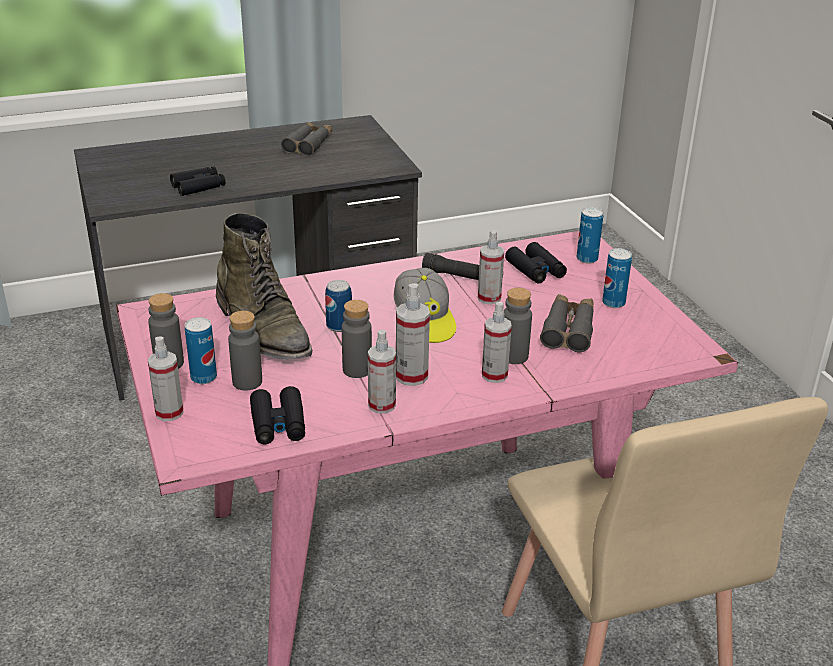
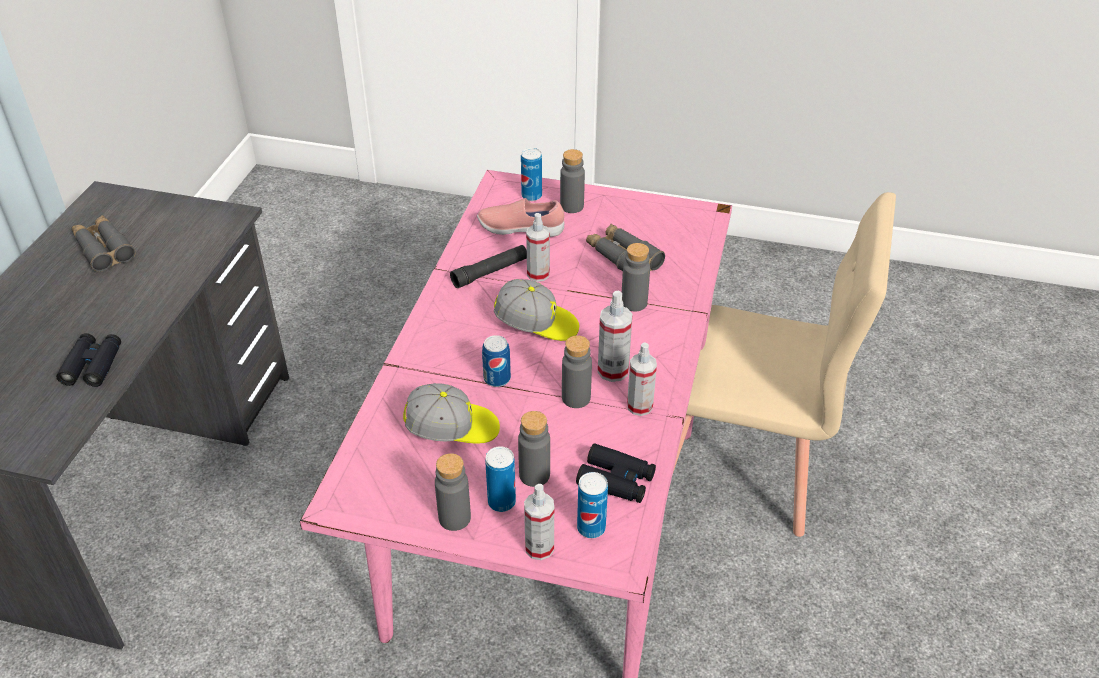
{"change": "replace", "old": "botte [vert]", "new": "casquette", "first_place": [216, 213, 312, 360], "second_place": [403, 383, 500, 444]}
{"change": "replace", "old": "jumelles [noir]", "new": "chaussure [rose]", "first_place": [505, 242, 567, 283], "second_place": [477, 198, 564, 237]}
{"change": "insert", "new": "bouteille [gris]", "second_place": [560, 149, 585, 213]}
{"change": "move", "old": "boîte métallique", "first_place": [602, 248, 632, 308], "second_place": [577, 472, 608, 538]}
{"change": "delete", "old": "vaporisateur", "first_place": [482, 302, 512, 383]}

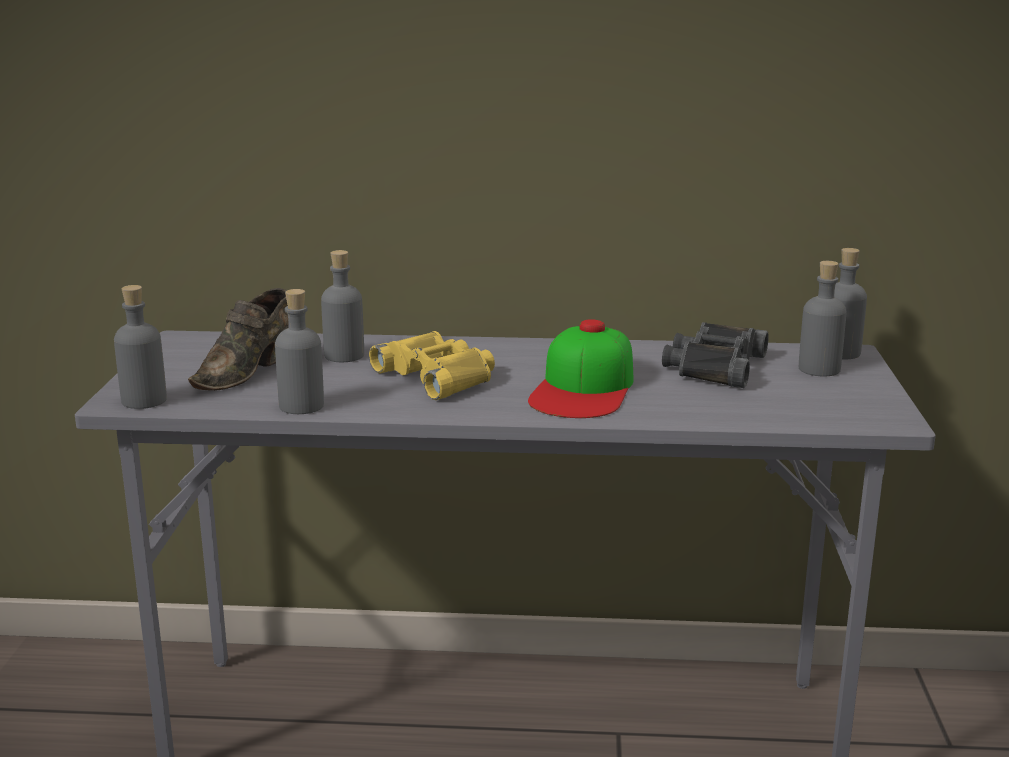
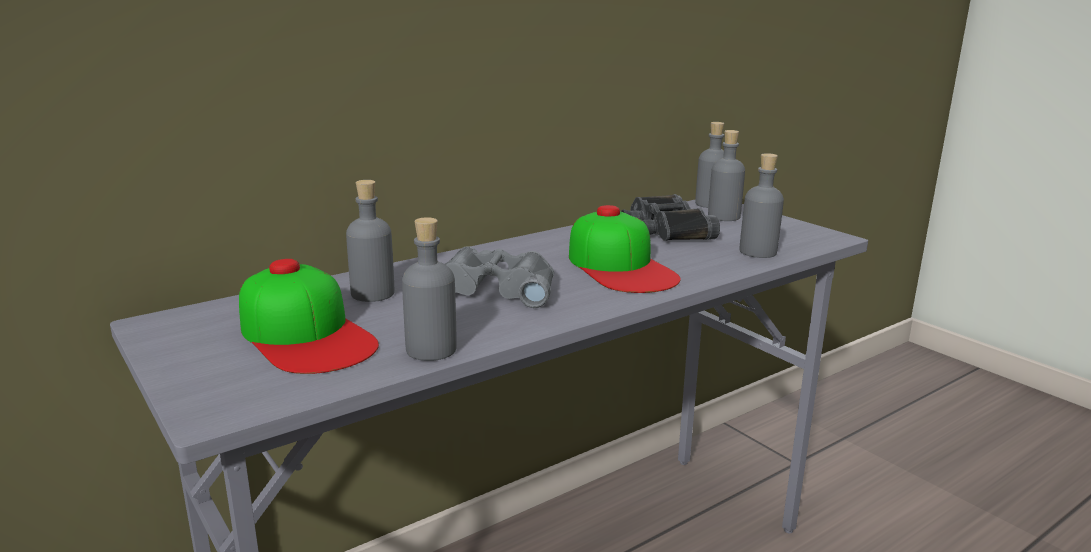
{"change": "replace", "old": "chaussure [marron]", "new": "casquette", "first_place": [188, 288, 289, 391], "second_place": [239, 259, 379, 374]}
{"change": "recolor", "old": "jumelles [jaune]", "new": "jumelles [gris]", "first_place": [369, 331, 495, 400], "second_place": [445, 246, 554, 308]}
{"change": "move", "old": "bouteille [gris]", "first_place": [114, 285, 167, 409], "second_place": [739, 153, 784, 258]}

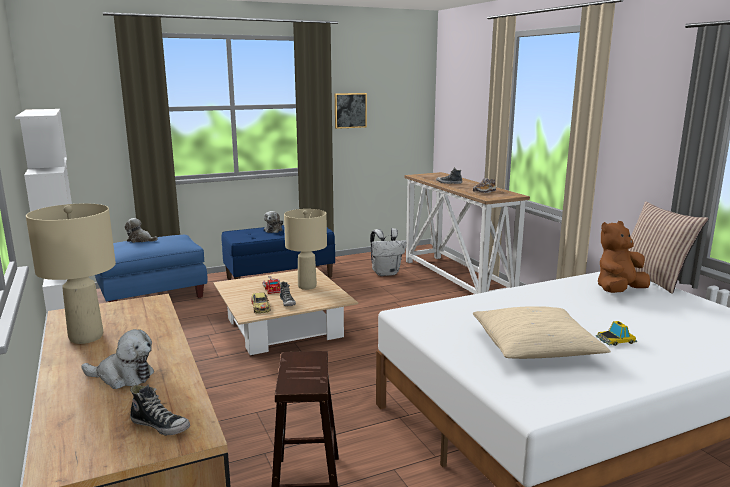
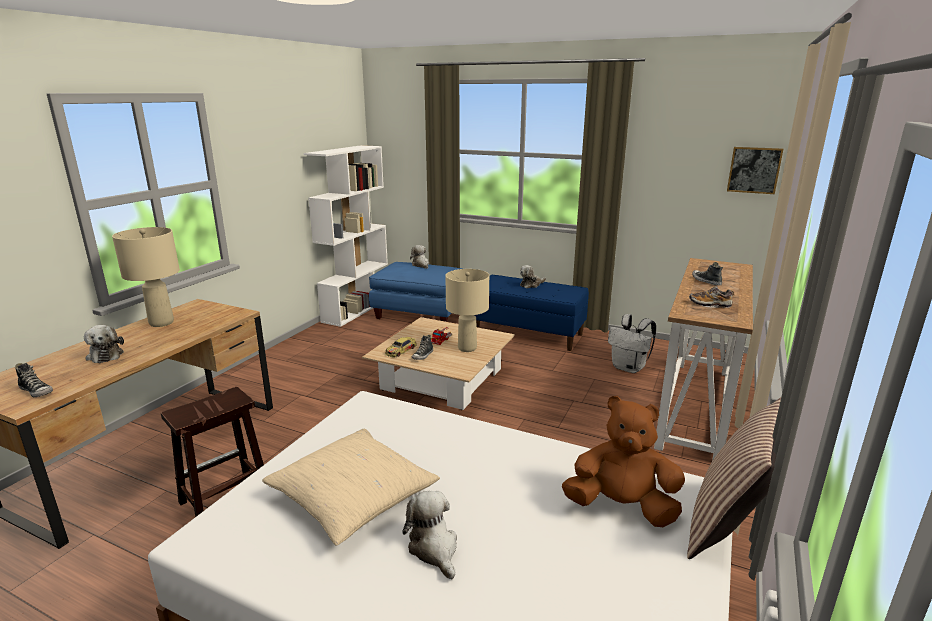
{"change": "rotate", "old": "chaussure", "first_place": [130, 385, 190, 436], "second_place": [15, 363, 53, 397], "degrees": -45}
{"change": "replace", "old": "petite voiture", "new": "peluche", "first_place": [596, 321, 637, 346], "second_place": [403, 491, 457, 579]}
{"change": "move", "old": "tableau", "first_place": [335, 93, 367, 129], "second_place": [727, 147, 783, 194]}

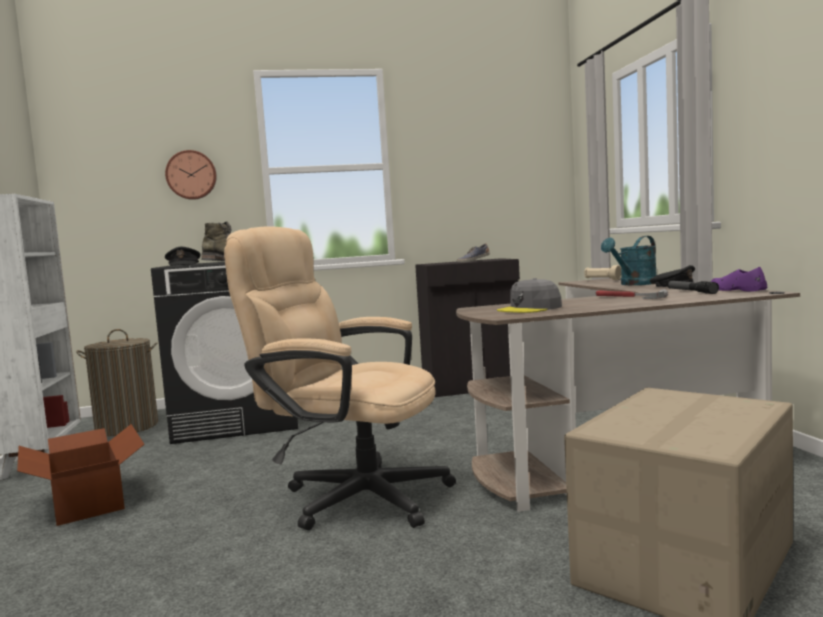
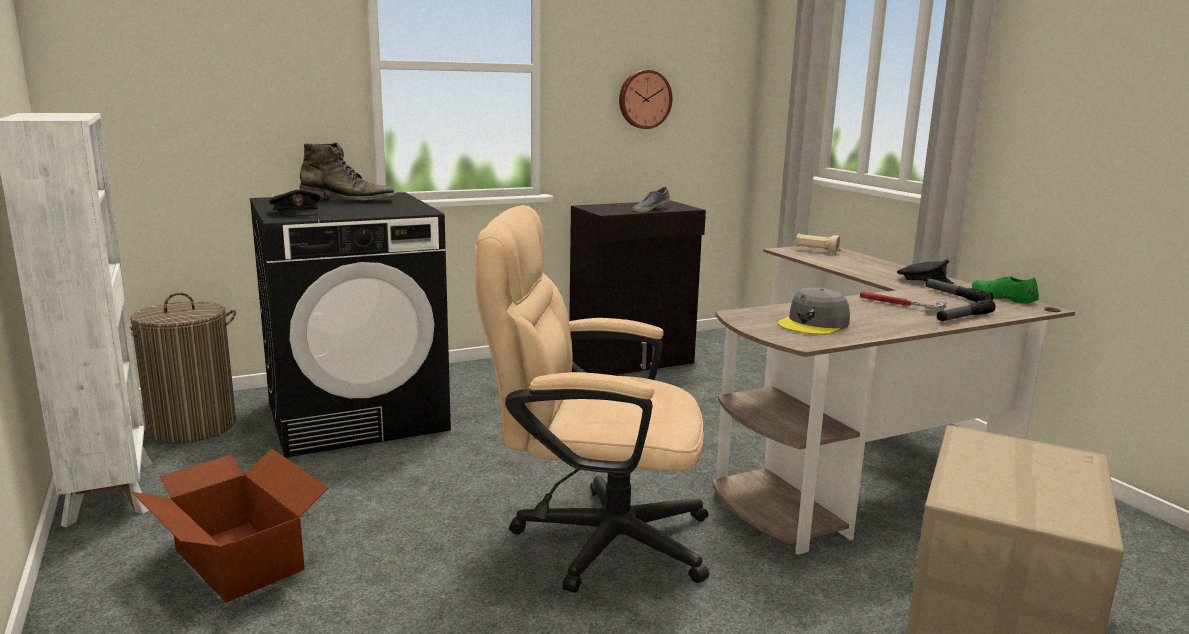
{"change": "move", "old": "horloge murale", "first_place": [165, 150, 217, 200], "second_place": [619, 70, 672, 129]}
{"change": "insert", "new": "lampe de poche", "second_place": [937, 299, 996, 321]}
{"change": "recolor", "old": "chaussure [violet]", "new": "chaussure [vert]", "first_place": [711, 267, 767, 291], "second_place": [972, 276, 1039, 304]}
{"change": "delete", "old": "arrosoir [turquoise]", "first_place": [601, 236, 657, 285]}

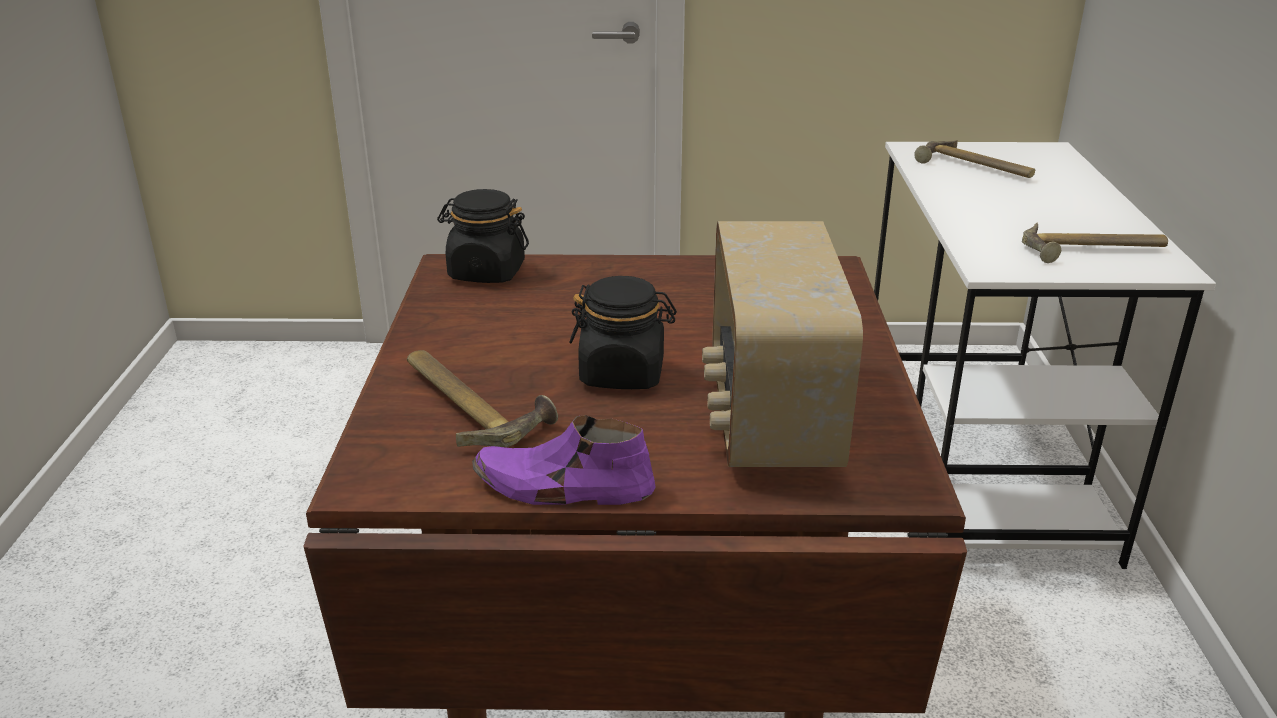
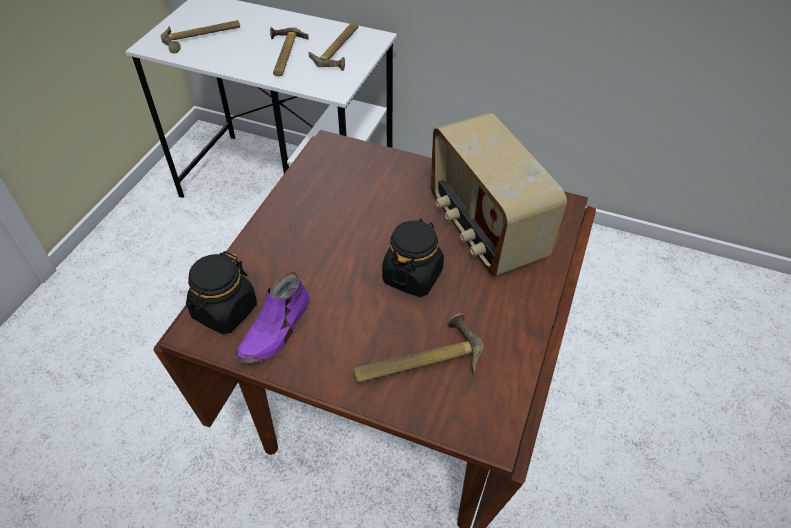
{"change": "move", "old": "chaussure [violet]", "first_place": [472, 415, 656, 505], "second_place": [236, 271, 310, 364]}
{"change": "insert", "new": "marteau", "second_place": [270, 27, 309, 76]}
{"change": "rotate", "old": "radio", "first_place": [702, 221, 863, 467], "second_place": [431, 113, 567, 277], "degrees": 45}

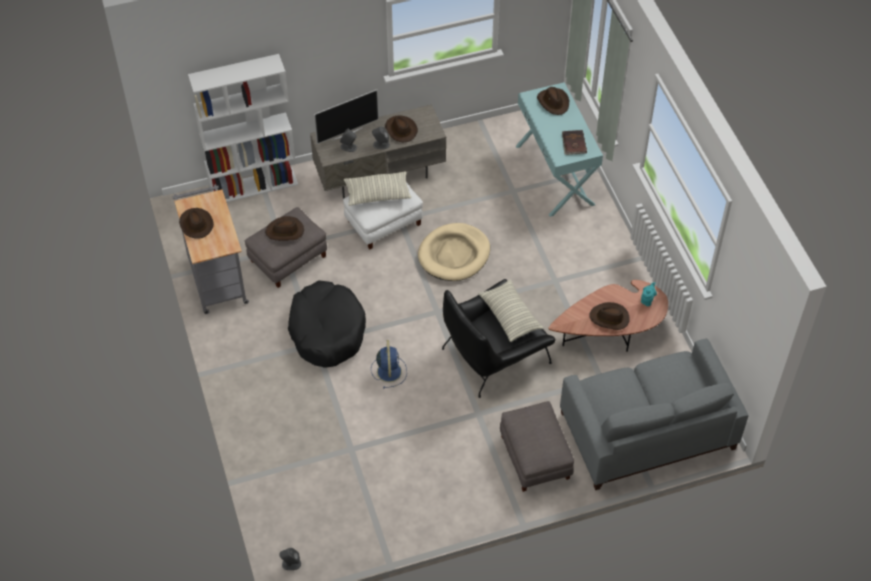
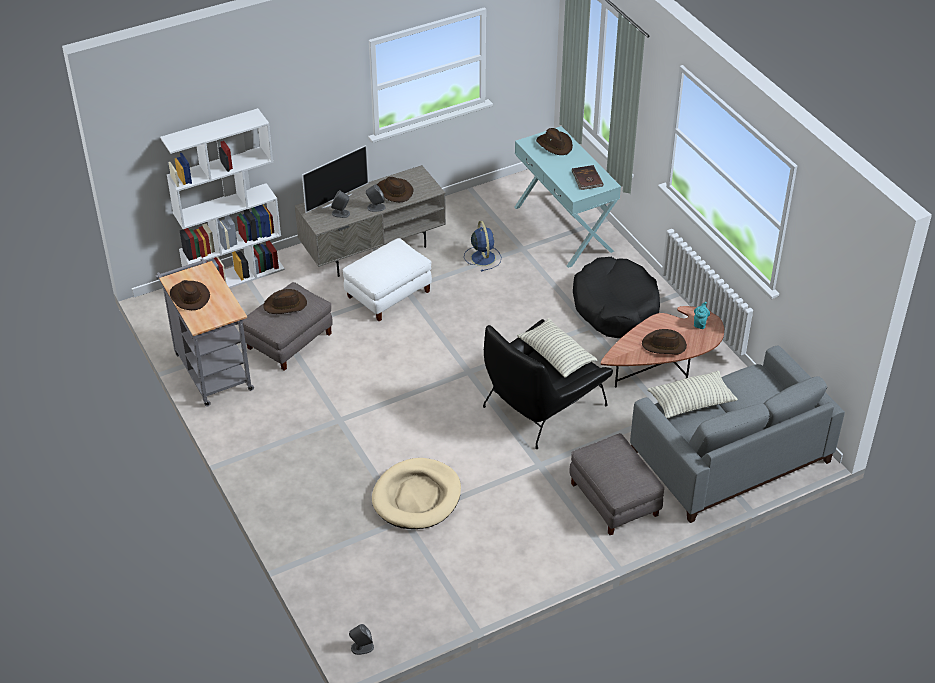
{"change": "move", "old": "panier pour chien [beige]", "first_place": [418, 223, 490, 281], "second_place": [372, 458, 461, 529]}
{"change": "move", "old": "ventilateur [bleu]", "first_place": [371, 340, 407, 388], "second_place": [464, 221, 501, 271]}
{"change": "move", "old": "panier pour chien [noir]", "first_place": [288, 280, 366, 368], "second_place": [573, 257, 660, 338]}
{"change": "move", "old": "coussin", "first_place": [343, 171, 411, 206], "second_place": [647, 371, 738, 419]}

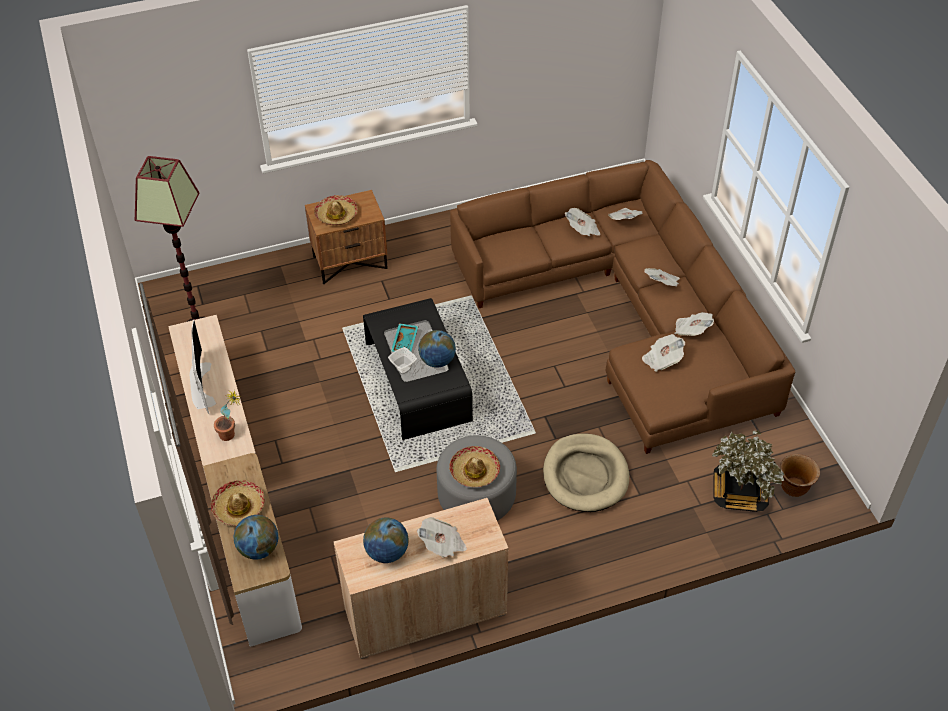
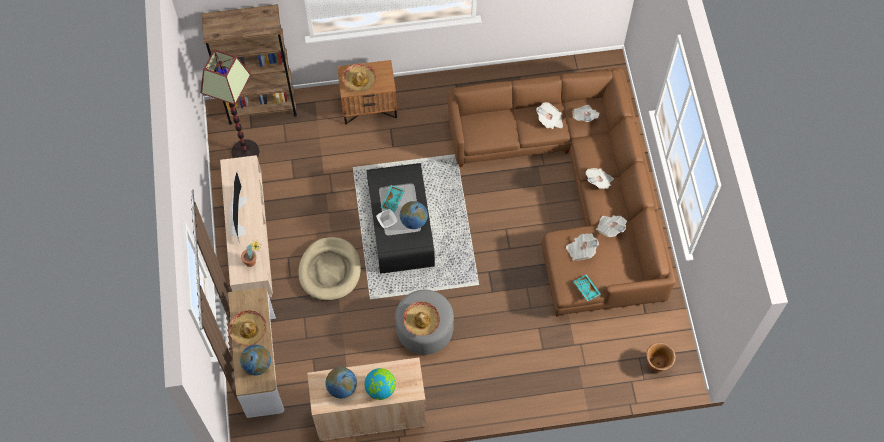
{"change": "insert", "new": "bibliothèque [marron]", "second_place": [201, 4, 297, 125]}
{"change": "move", "old": "panier pour chien [beige]", "first_place": [543, 434, 629, 512], "second_place": [298, 237, 361, 301]}
{"change": "replace", "old": "journal", "new": "globe", "first_place": [417, 517, 467, 558], "second_place": [364, 368, 396, 400]}
{"change": "insert", "new": "plateau [turquoise]", "second_place": [573, 274, 601, 301]}
{"change": "delete", "old": "plante en pot", "first_place": [712, 431, 784, 512]}

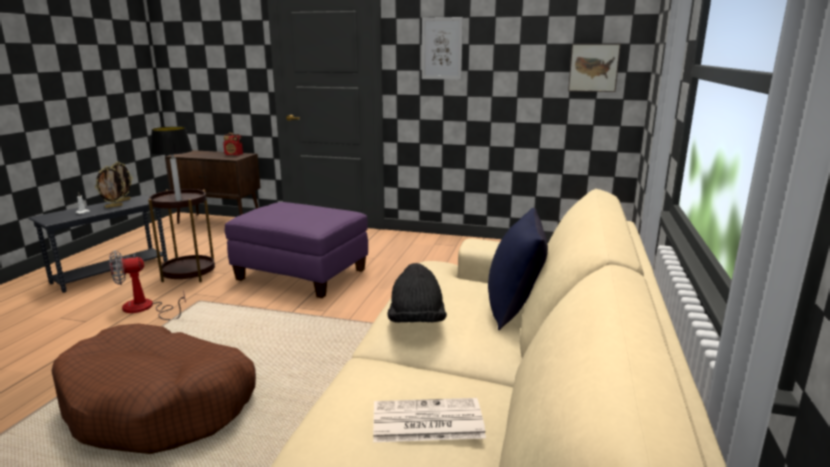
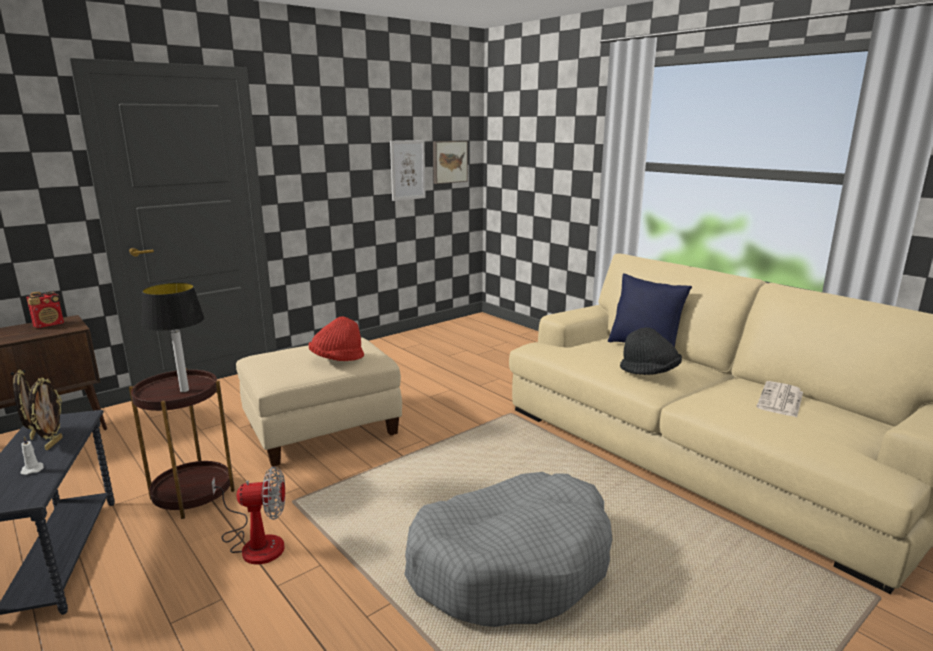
{"change": "rotate", "old": "ventilateur", "first_place": [109, 250, 186, 320], "second_place": [211, 466, 285, 565], "degrees": -105}
{"change": "recolor", "old": "pouf [violet]", "new": "pouf [beige]", "first_place": [225, 202, 368, 298], "second_place": [236, 337, 402, 466]}
{"change": "insert", "new": "chapeau [rouge]", "second_place": [309, 316, 364, 361]}
{"change": "move", "old": "tableau", "first_place": [422, 17, 463, 80], "second_place": [390, 140, 426, 201]}
{"change": "recolor", "old": "panier pour chien [marron]", "new": "panier pour chien [gris]", "first_place": [52, 324, 256, 454], "second_place": [404, 472, 612, 627]}

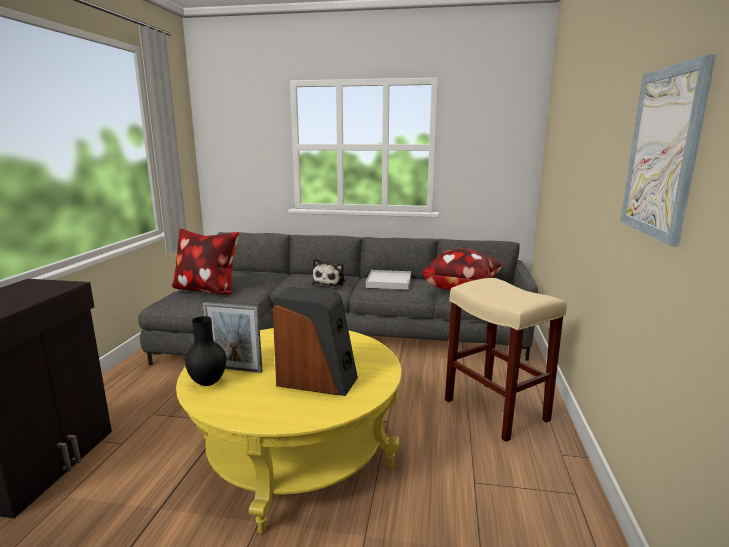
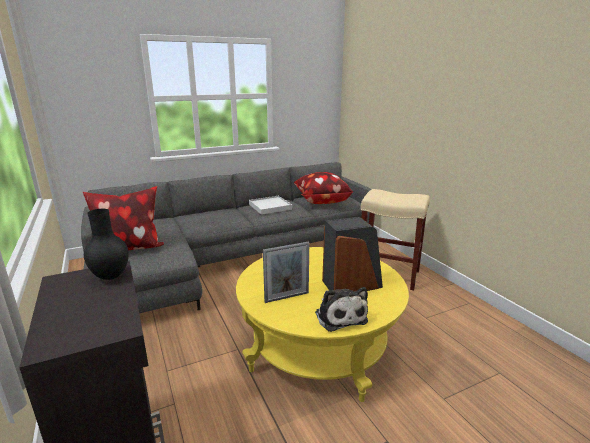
{"change": "move", "old": "vase [noir]", "first_place": [185, 316, 226, 386], "second_place": [84, 209, 129, 280]}
{"change": "move", "old": "peluche", "first_place": [312, 258, 346, 287], "second_place": [315, 287, 368, 332]}
{"change": "delete", "old": "tableau", "first_place": [620, 54, 716, 247]}

